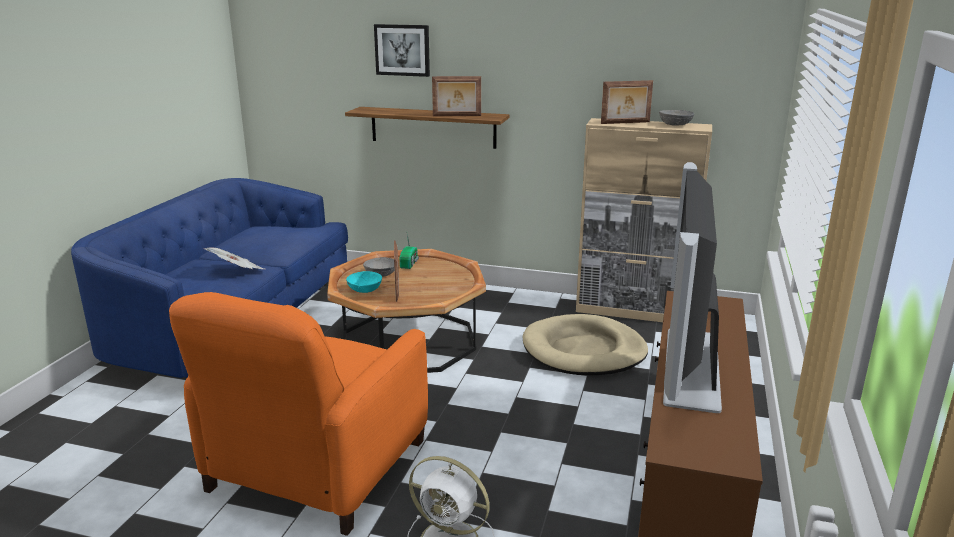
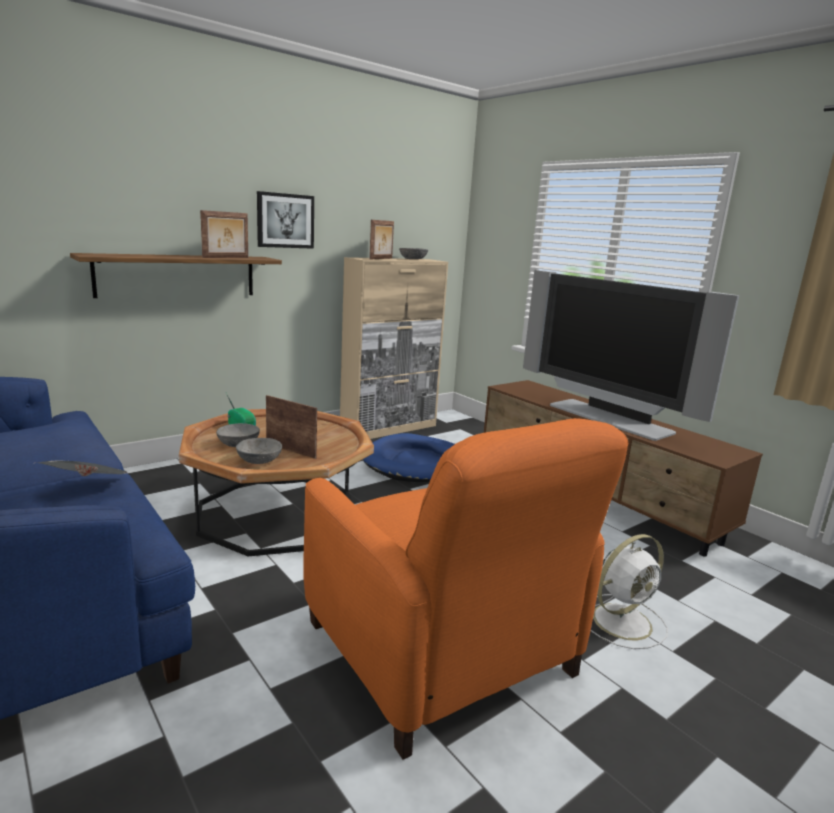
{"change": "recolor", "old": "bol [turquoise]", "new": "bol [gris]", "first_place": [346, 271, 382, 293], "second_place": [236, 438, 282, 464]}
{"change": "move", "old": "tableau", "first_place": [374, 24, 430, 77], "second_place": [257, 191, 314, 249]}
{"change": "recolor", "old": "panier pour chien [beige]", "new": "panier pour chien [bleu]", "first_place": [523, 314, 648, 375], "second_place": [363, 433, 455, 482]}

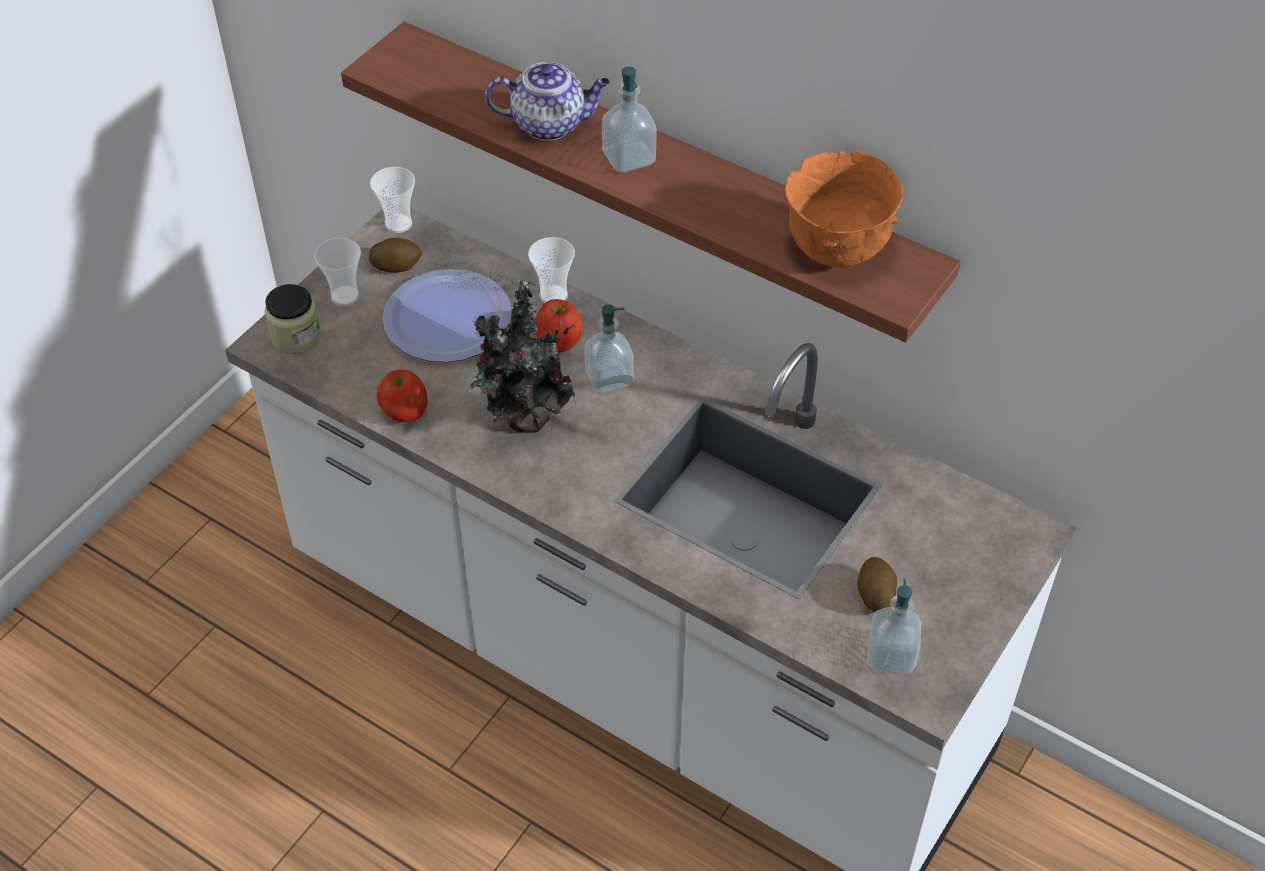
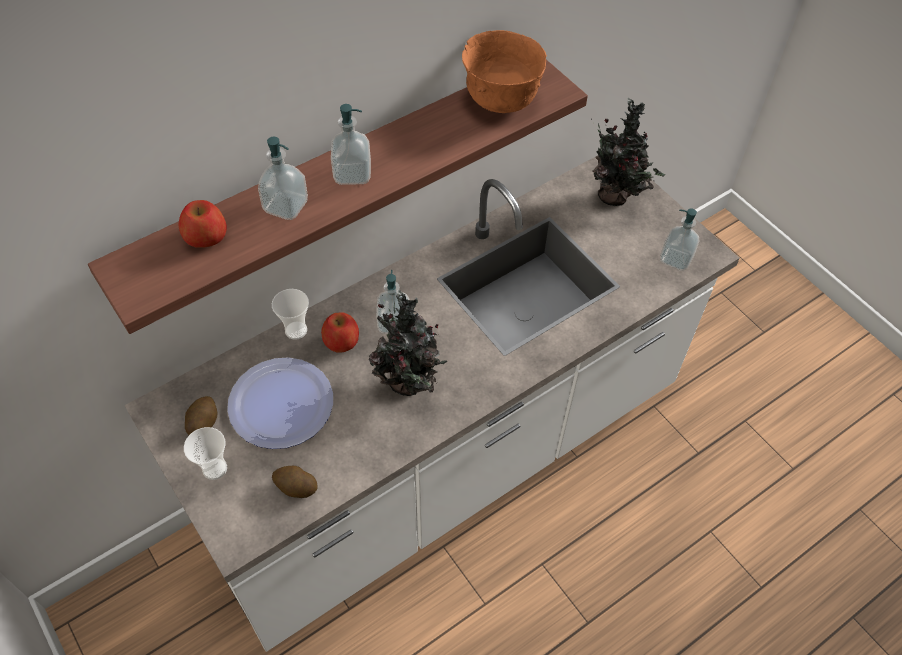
{"change": "move", "old": "pomme", "first_place": [376, 370, 428, 423], "second_place": [178, 200, 227, 248]}
{"change": "replace", "old": "théière", "new": "distributeur de savon", "first_place": [485, 62, 610, 141], "second_place": [258, 137, 308, 220]}
{"change": "move", "old": "pomme de terre", "first_place": [857, 557, 897, 612], "second_place": [272, 466, 317, 498]}
{"change": "insert", "new": "plante en pot", "second_place": [591, 98, 665, 206]}
{"change": "delete", "old": "bocal", "first_place": [265, 284, 321, 354]}
{"change": "delete", "old": "tasse", "first_place": [370, 167, 415, 233]}

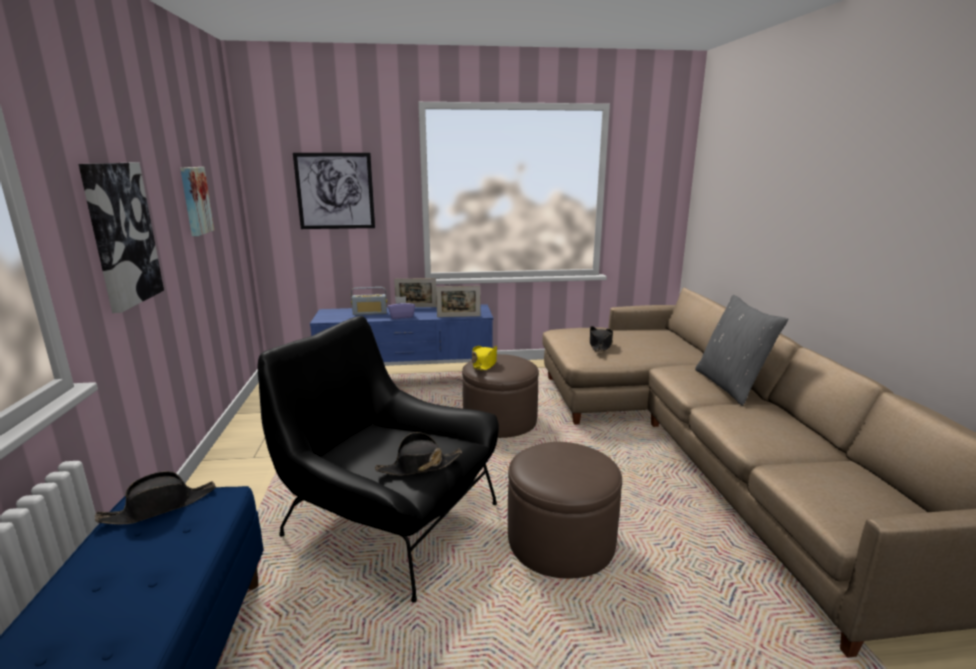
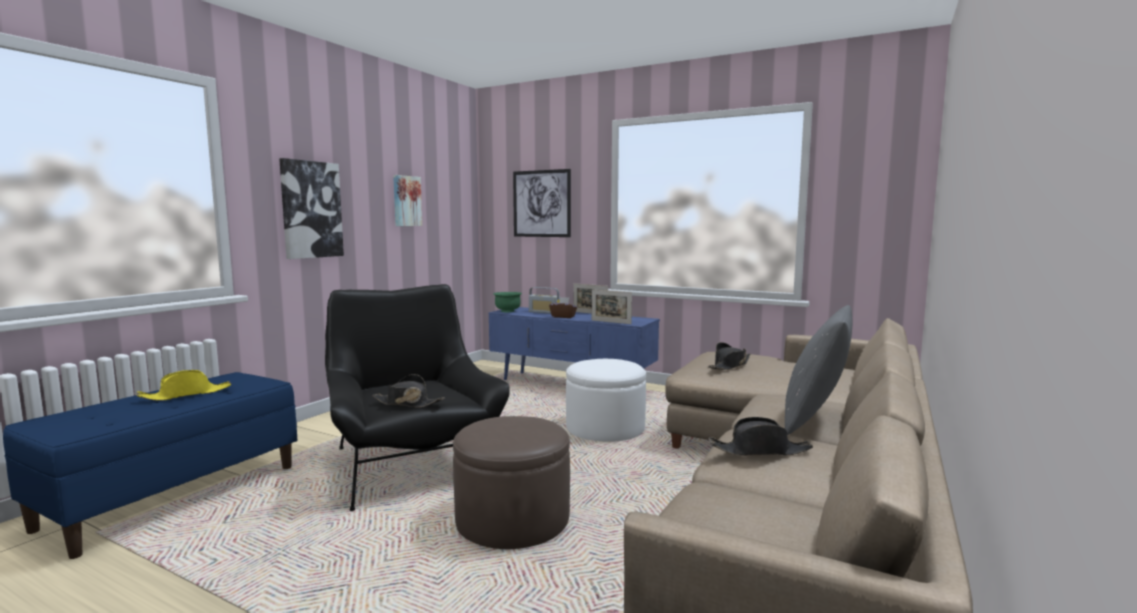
{"change": "move", "old": "chapeau [jaune]", "first_place": [472, 346, 497, 371], "second_place": [136, 370, 232, 401]}
{"change": "insert", "new": "bol [vert]", "second_place": [493, 292, 522, 312]}
{"change": "recolor", "old": "boîte à mouchoirs [violet]", "new": "boîte à mouchoirs [marron]", "first_place": [388, 296, 415, 319], "second_place": [549, 297, 577, 318]}
{"change": "recolor", "old": "pouf [marron]", "new": "pouf [blanc]", "first_place": [462, 354, 539, 438], "second_place": [566, 359, 646, 442]}
{"change": "move", "old": "chapeau [noir]", "first_place": [95, 471, 216, 525], "second_place": [709, 417, 813, 456]}

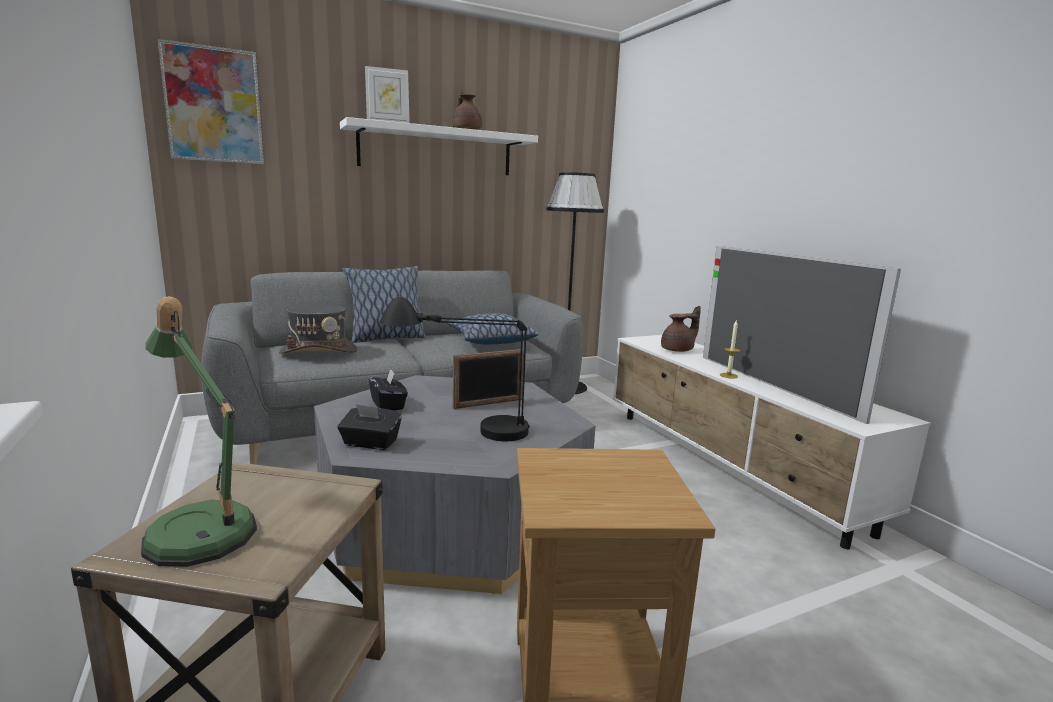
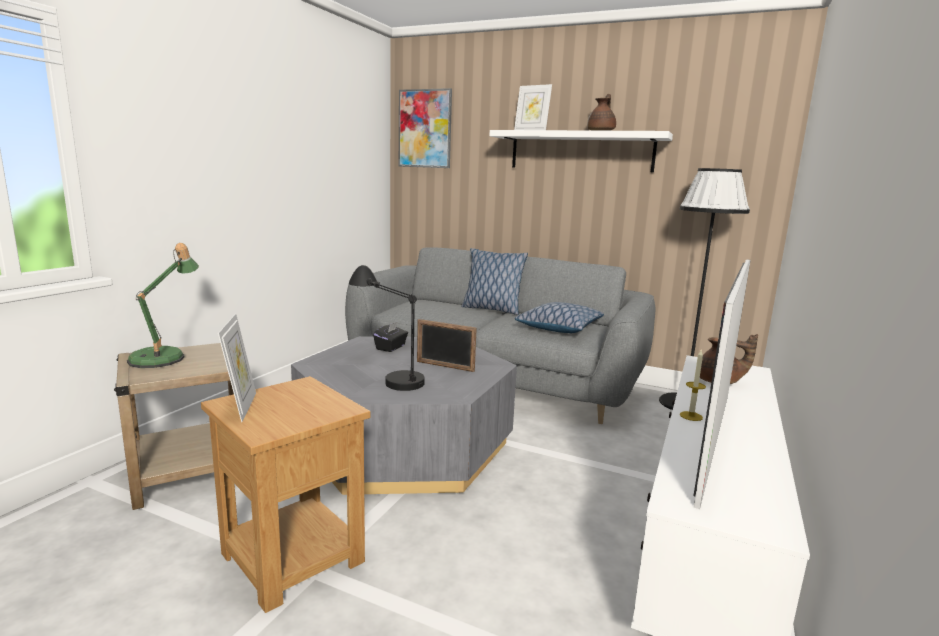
{"change": "insert", "new": "cadre photo", "second_place": [218, 314, 256, 422]}
{"change": "delete", "old": "chapeau [gris]", "first_place": [279, 305, 357, 354]}
{"change": "delete", "old": "boîte à mouchoirs [noir]", "first_place": [338, 404, 402, 450]}

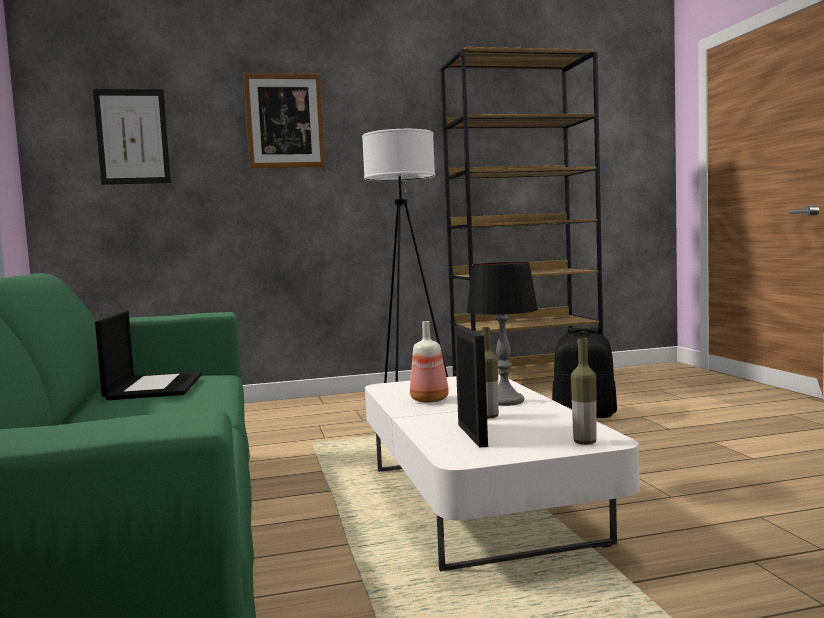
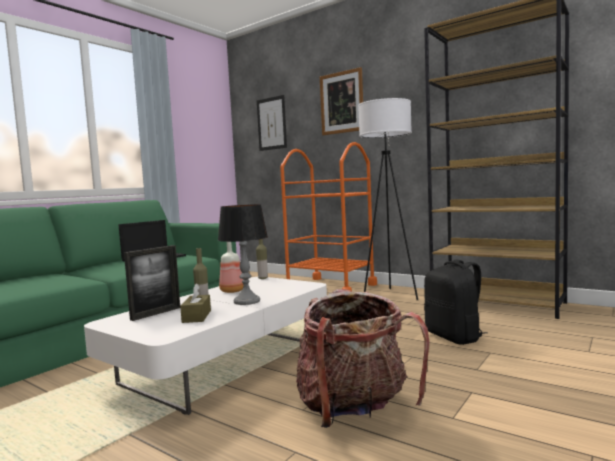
{"change": "insert", "new": "boîte à mouchoirs [marron]", "second_place": [180, 283, 211, 323]}
{"change": "move", "old": "bouteille", "first_place": [571, 338, 597, 445], "second_place": [256, 239, 268, 279]}
{"change": "insert", "new": "chariot [orange]", "second_place": [280, 142, 377, 292]}
{"change": "insert", "new": "sac à dos", "second_place": [296, 289, 430, 428]}

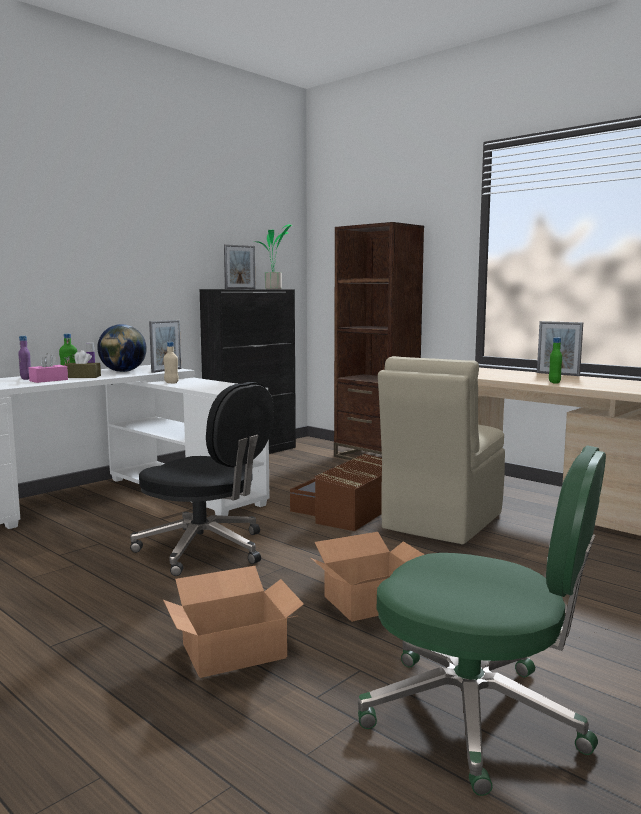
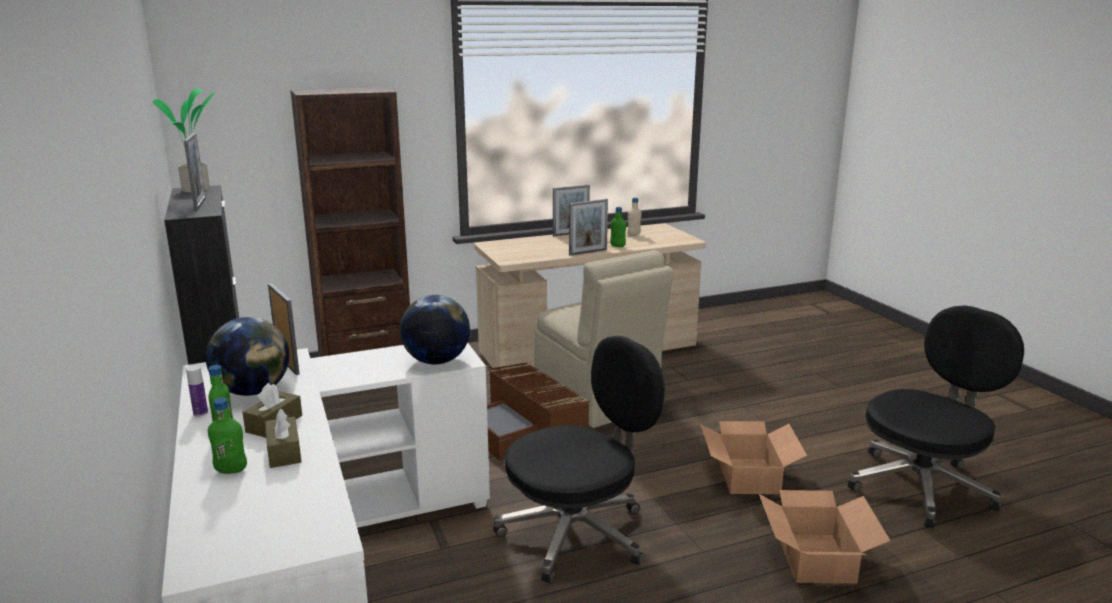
{"change": "recolor", "old": "bouteille [violet]", "new": "bouteille [vert]", "first_place": [18, 336, 31, 380], "second_place": [208, 398, 247, 474]}
{"change": "recolor", "old": "boîte à mouchoirs [rose]", "new": "boîte à mouchoirs [marron]", "first_place": [28, 353, 68, 383], "second_place": [265, 409, 301, 468]}
{"change": "insert", "new": "globe", "second_place": [400, 295, 470, 364]}
{"change": "insert", "new": "cadre photo", "second_place": [569, 199, 608, 256]}
{"change": "move", "old": "bouteille [beige]", "first_place": [163, 342, 179, 383], "second_place": [627, 198, 641, 236]}
{"change": "recolor", "old": "chaise de bureau [vert]", "new": "chaise de bureau [noir]", "first_place": [358, 446, 606, 796], "second_place": [848, 305, 1024, 528]}

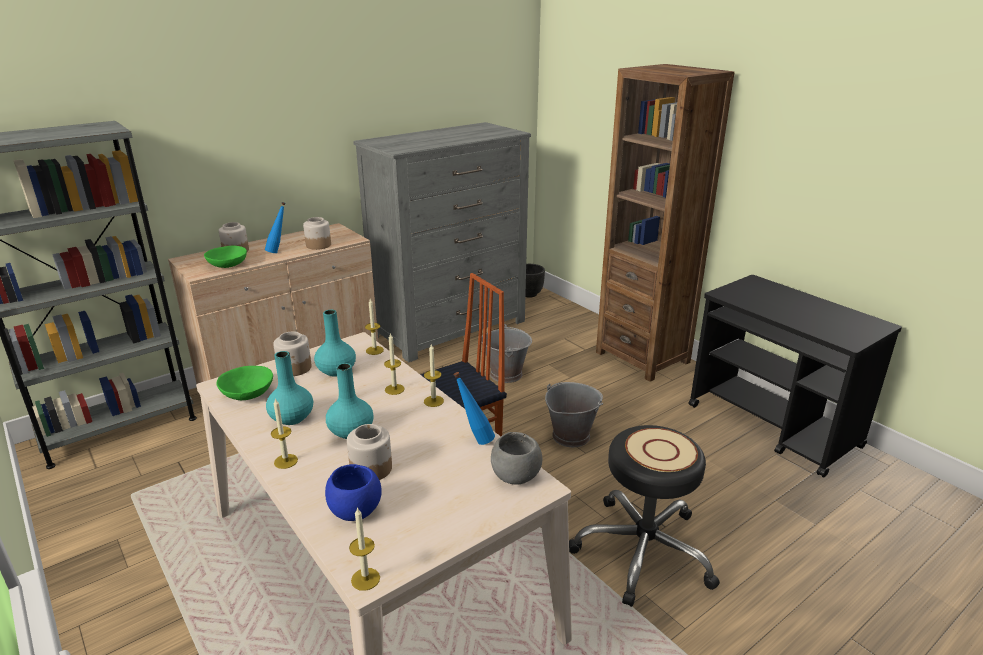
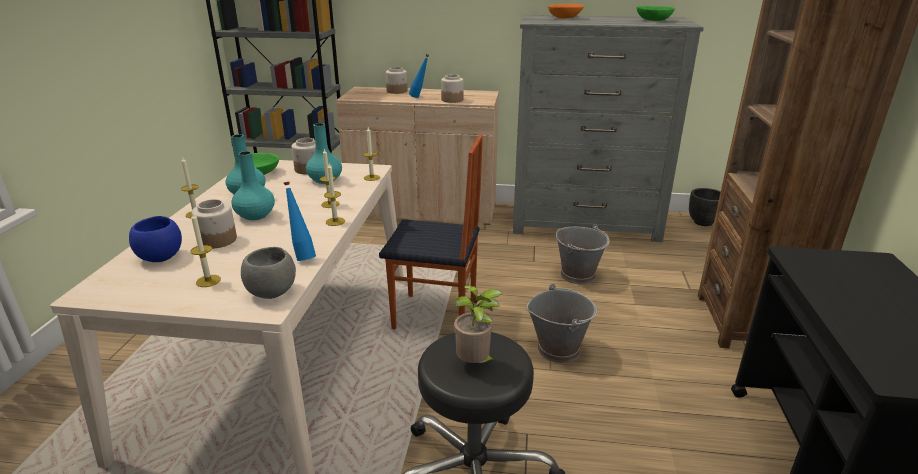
{"change": "move", "old": "bougie", "first_place": [349, 507, 380, 591], "second_place": [190, 213, 221, 287]}
{"change": "replace", "old": "assiette [beige]", "new": "plante en pot", "first_place": [625, 428, 698, 472], "second_place": [454, 286, 503, 363]}
{"change": "insert", "new": "bol [orange]", "second_place": [548, 4, 584, 18]}
{"change": "move", "old": "bol [vert]", "first_place": [204, 246, 247, 268], "second_place": [637, 6, 675, 21]}

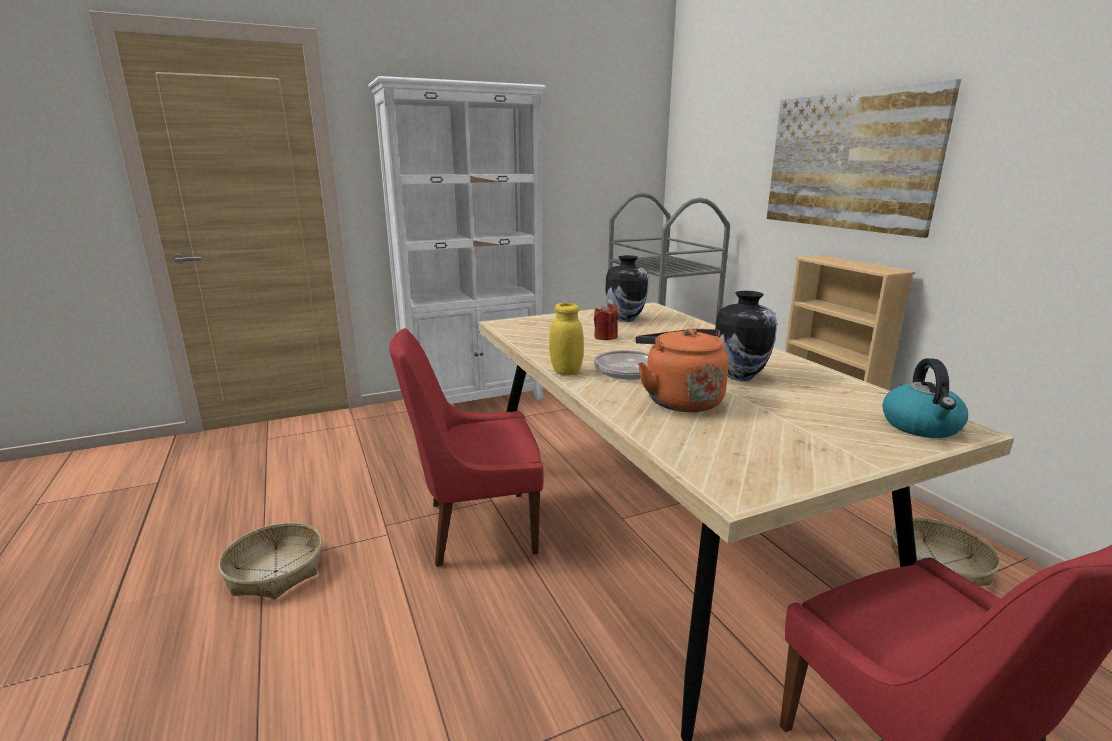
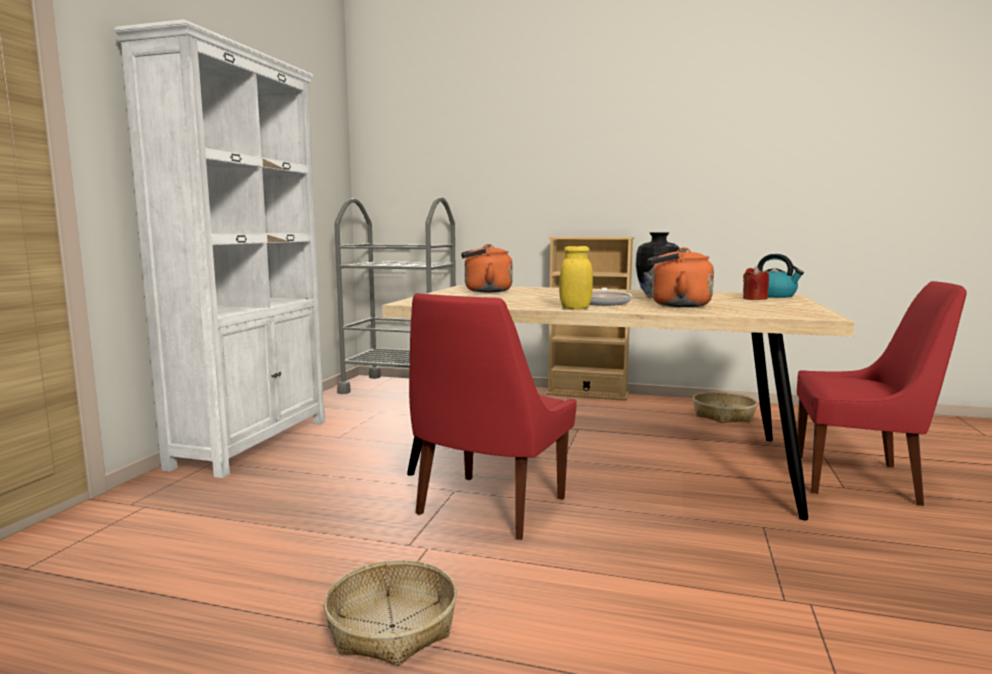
{"change": "replace", "old": "vase", "new": "bouilloire [orange]", "first_place": [605, 255, 649, 322], "second_place": [461, 244, 513, 292]}
{"change": "move", "old": "bougie [rouge]", "first_place": [594, 303, 618, 340], "second_place": [743, 266, 769, 300]}
{"change": "delete", "old": "tableau", "first_place": [767, 79, 961, 238]}

